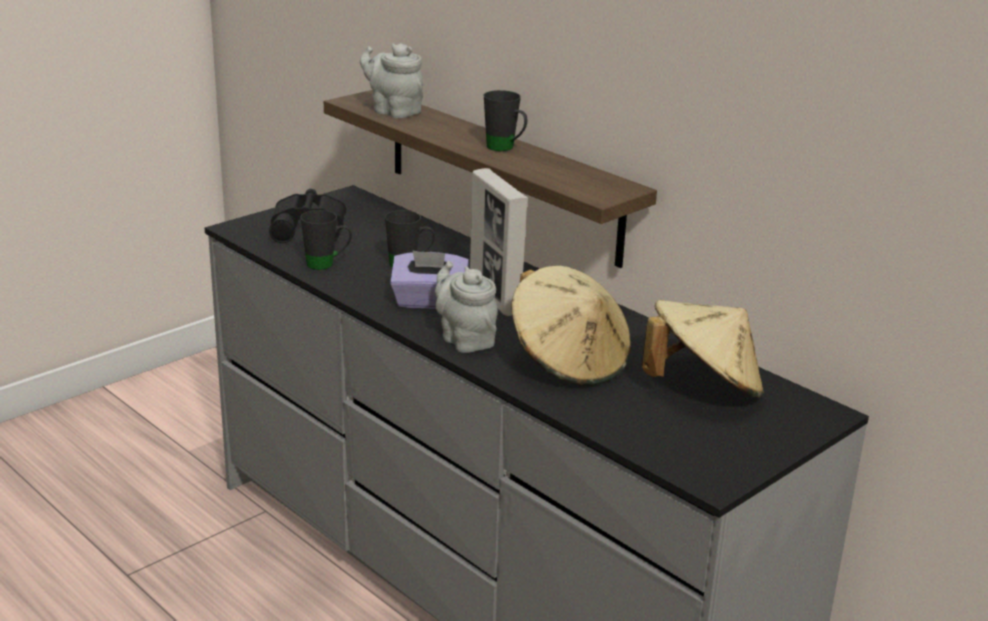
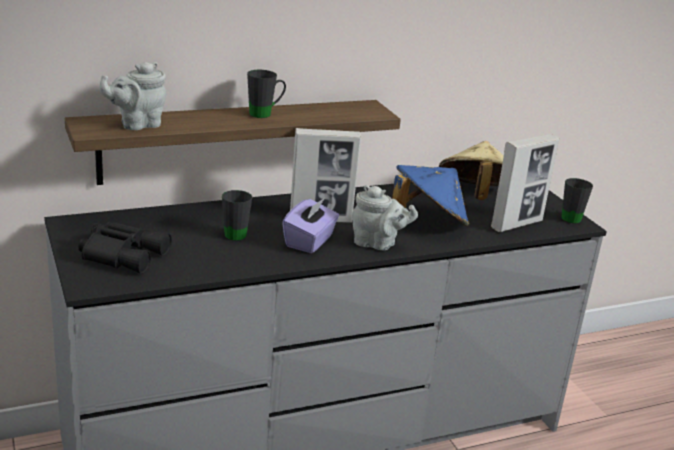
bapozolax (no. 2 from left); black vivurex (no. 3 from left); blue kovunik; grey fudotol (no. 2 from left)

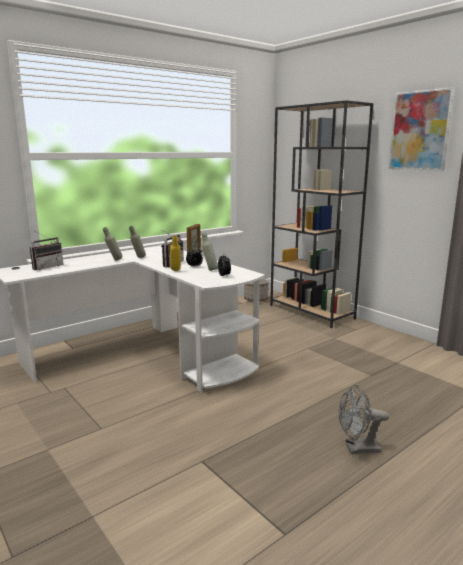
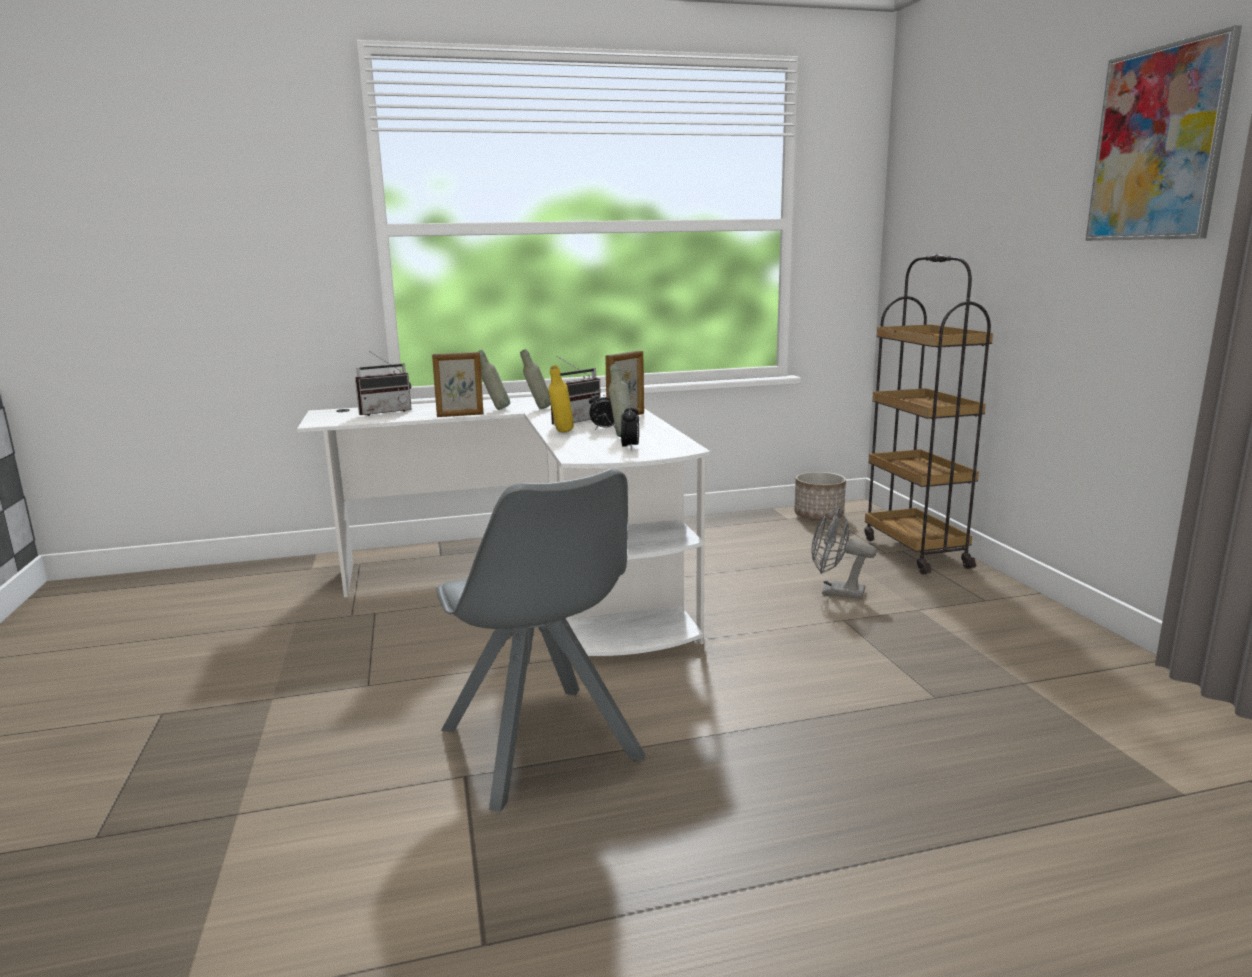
bapozolax (no. 1 from left); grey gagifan; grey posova; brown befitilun

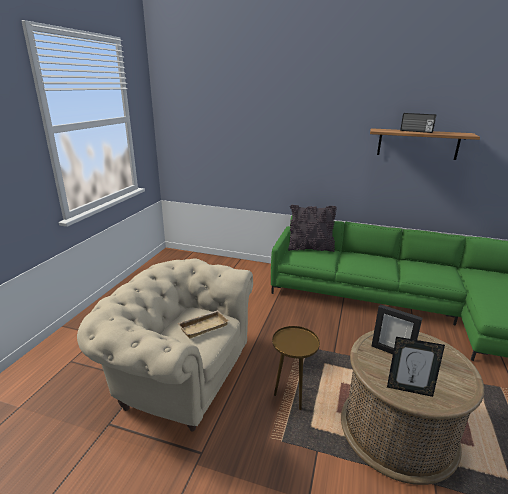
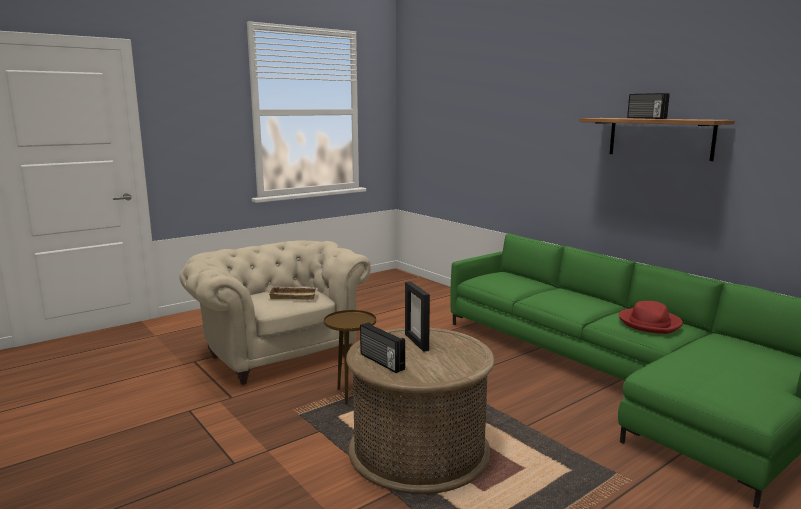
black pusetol; red kovunik; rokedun (no. 1 from left)

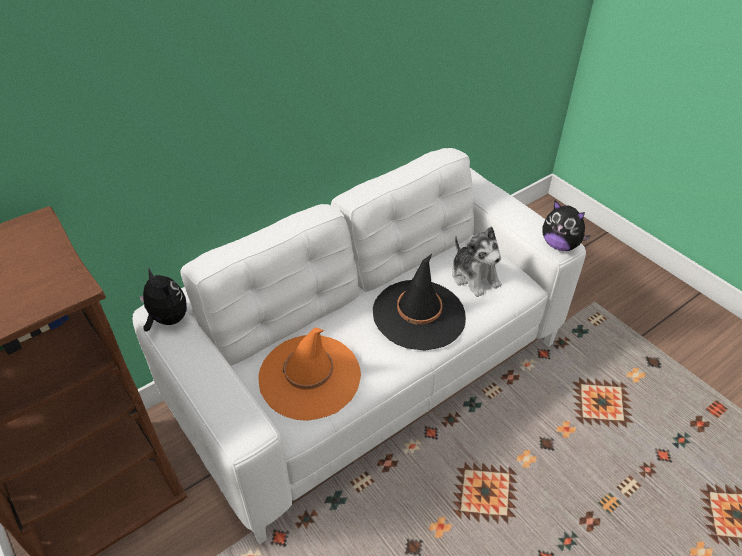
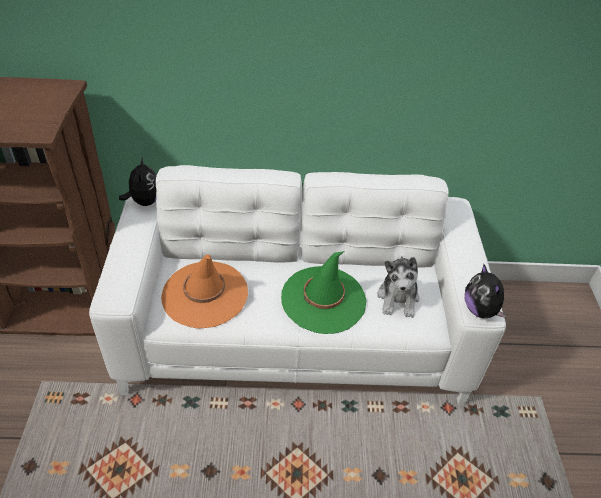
green kovunik

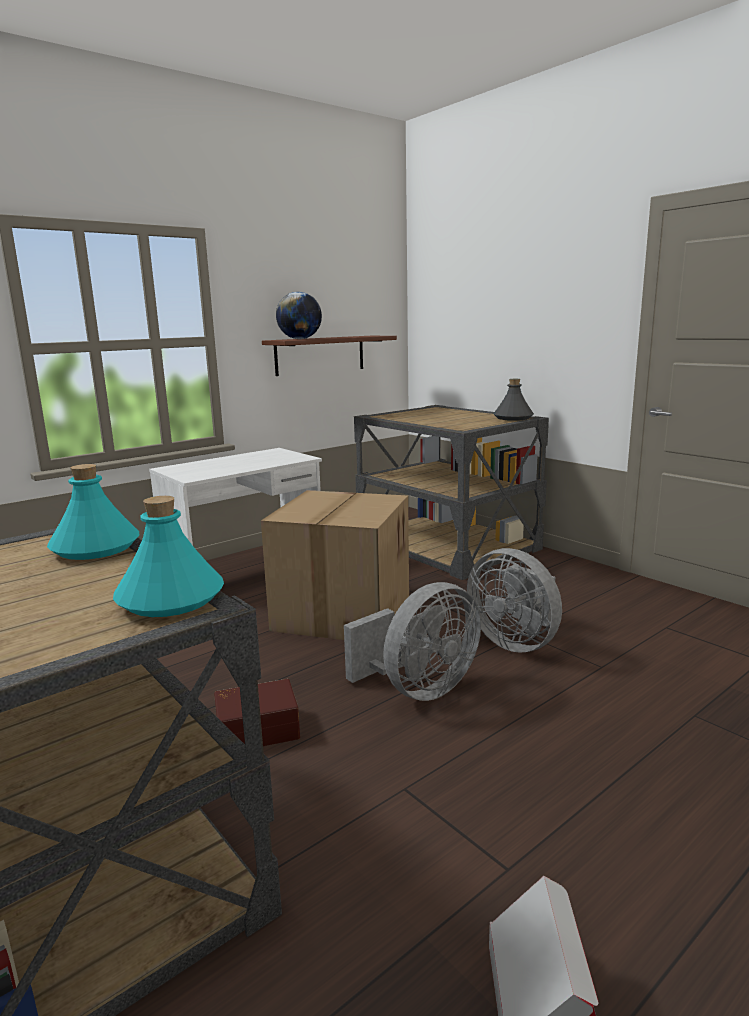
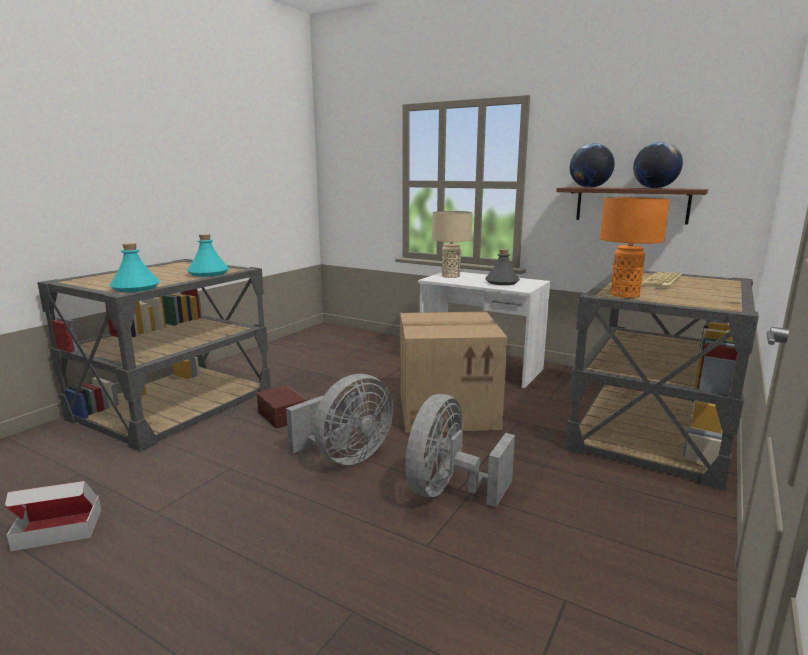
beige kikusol; orange kikusol; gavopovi (no. 2 from left); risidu; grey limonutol; grey posova (no. 1 from left)

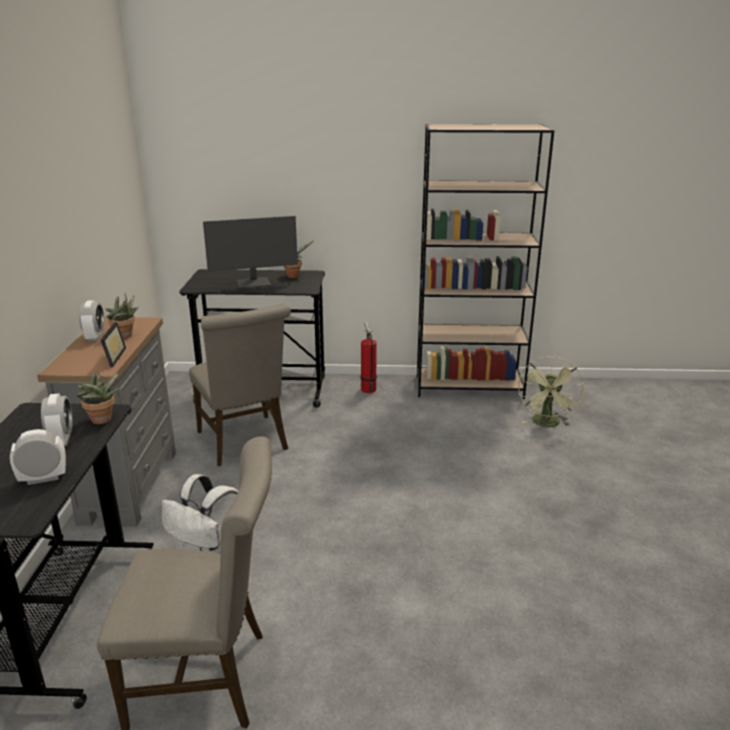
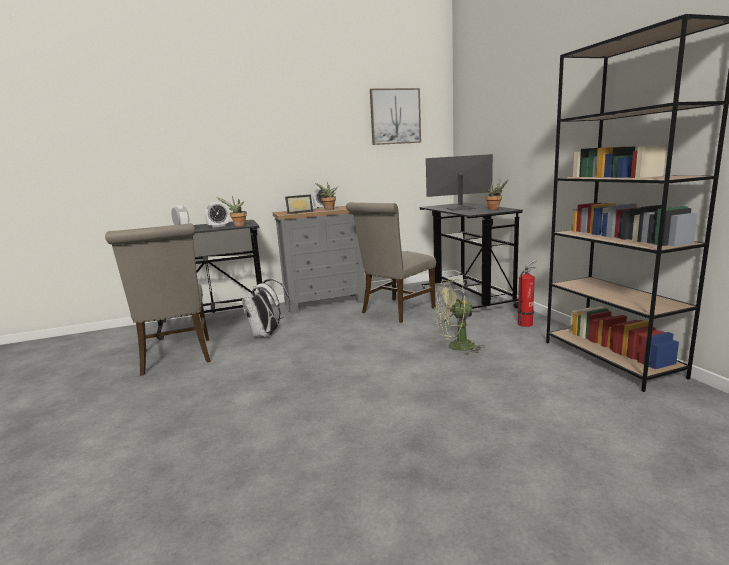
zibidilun; green posova; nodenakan

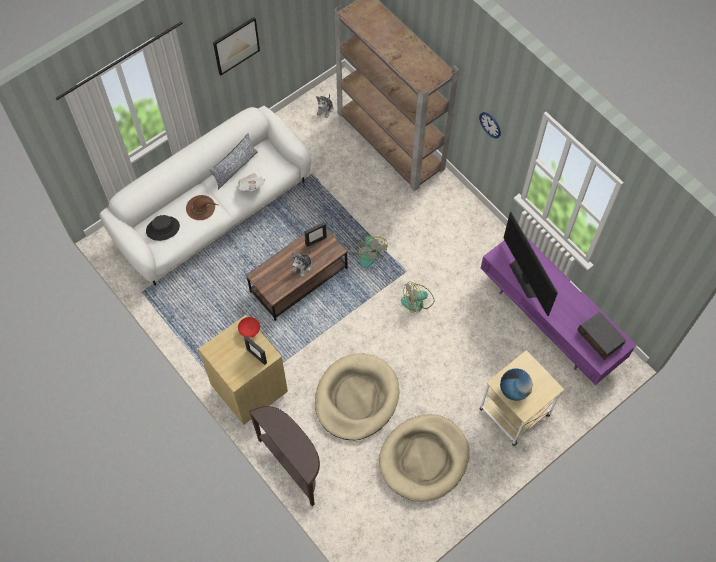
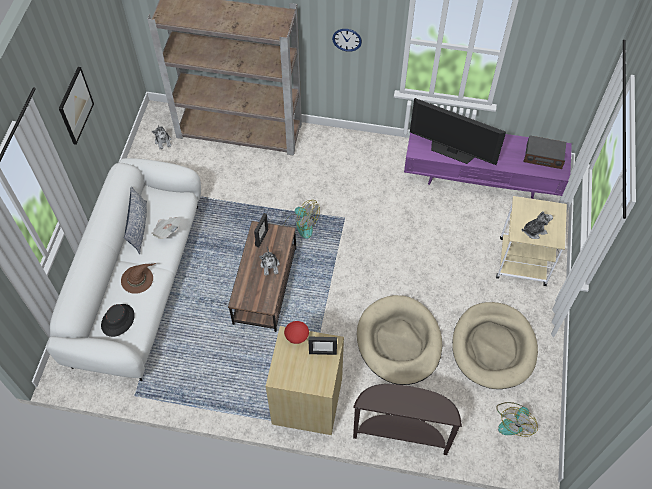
posova (no. 2 from left); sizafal (no. 3 from left)

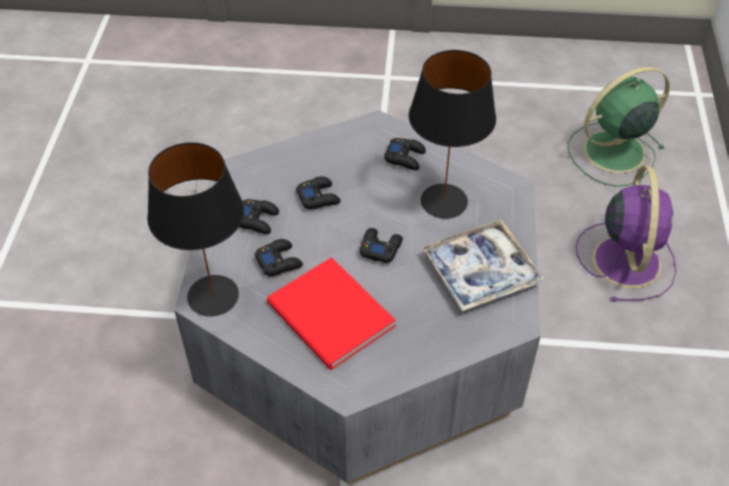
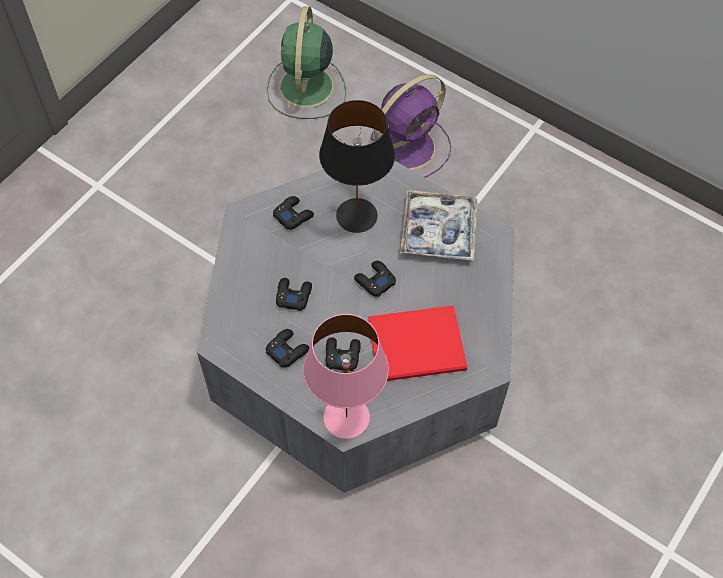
pink kikusol; purple posova

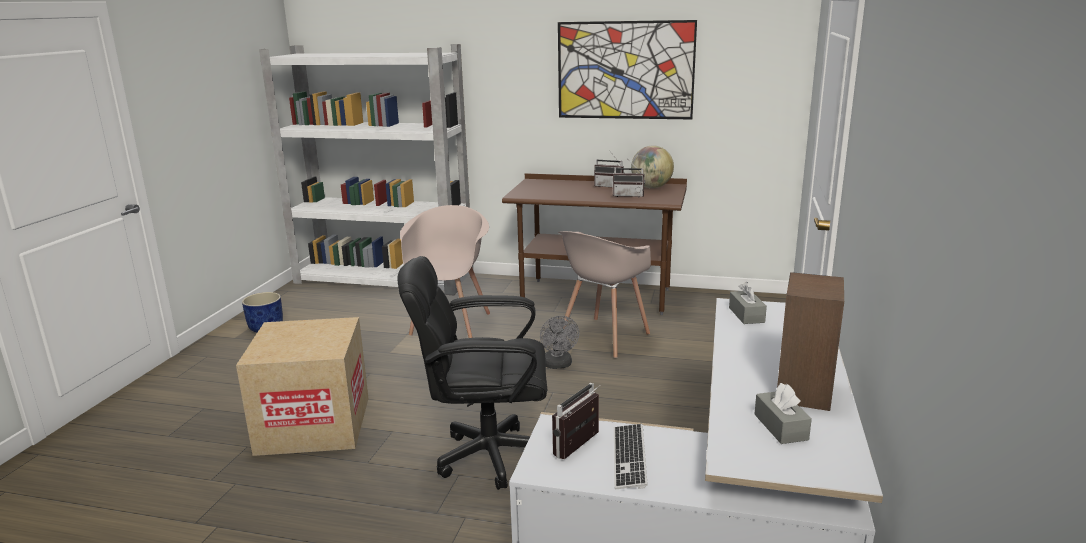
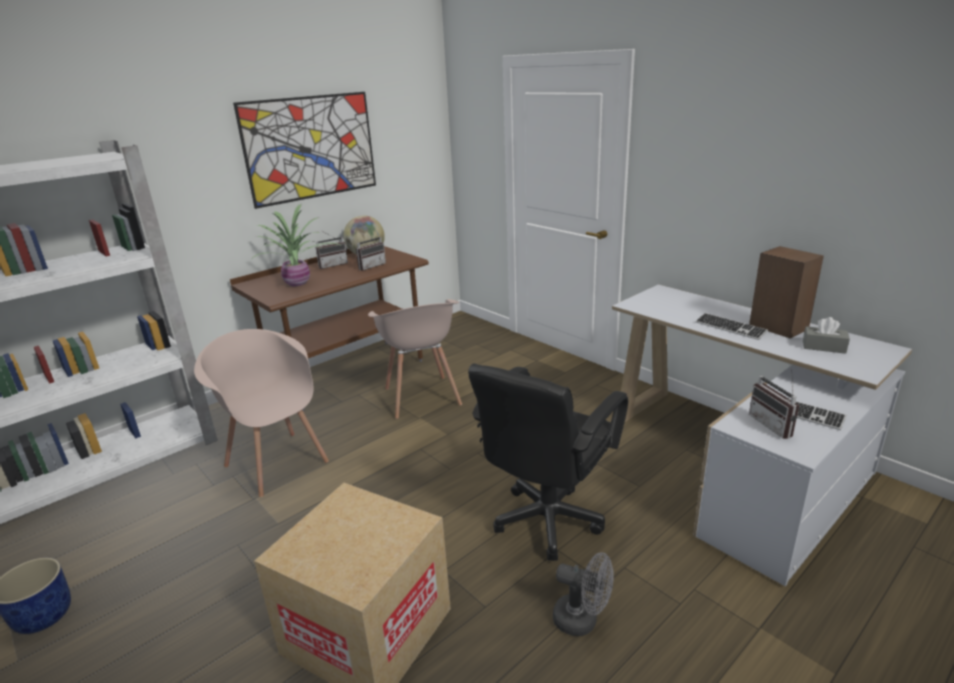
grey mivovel (no. 1 from left in the first image); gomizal; risidu (no. 1 from left); grey posova

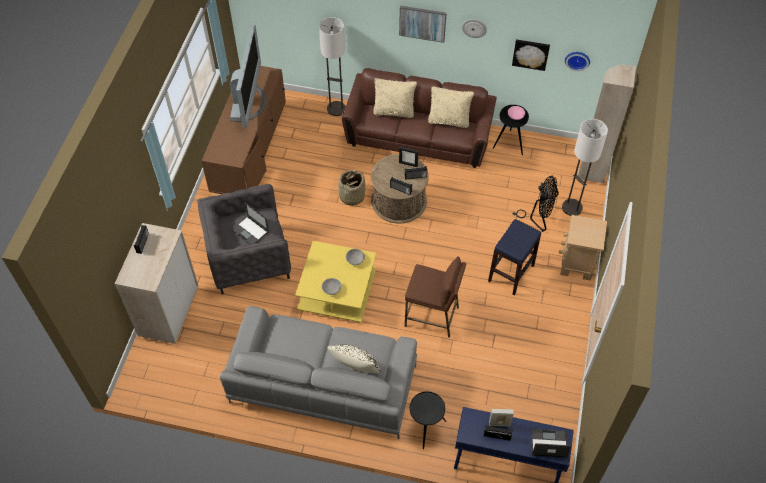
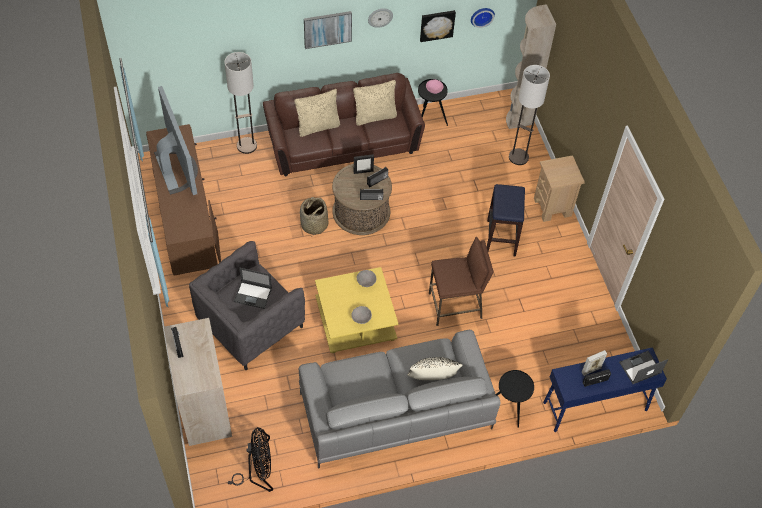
black posova

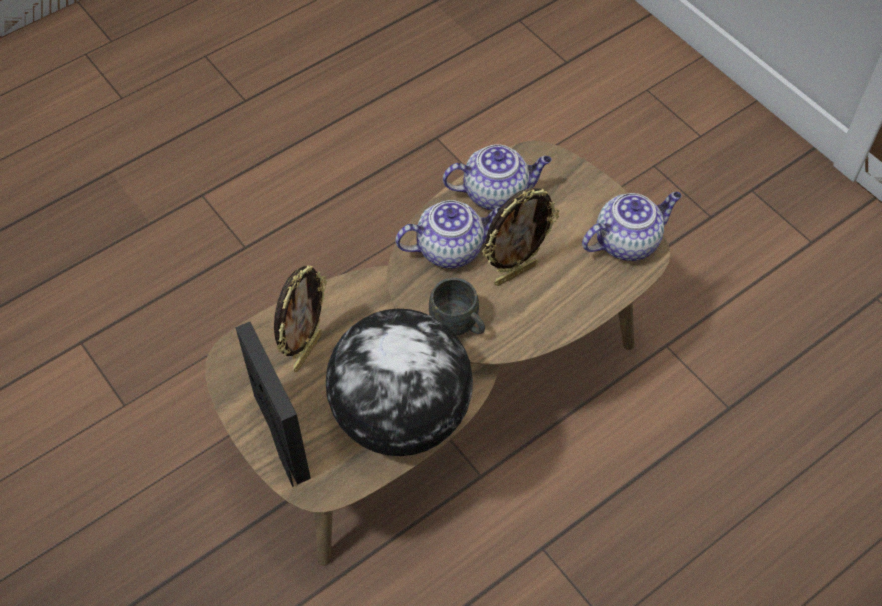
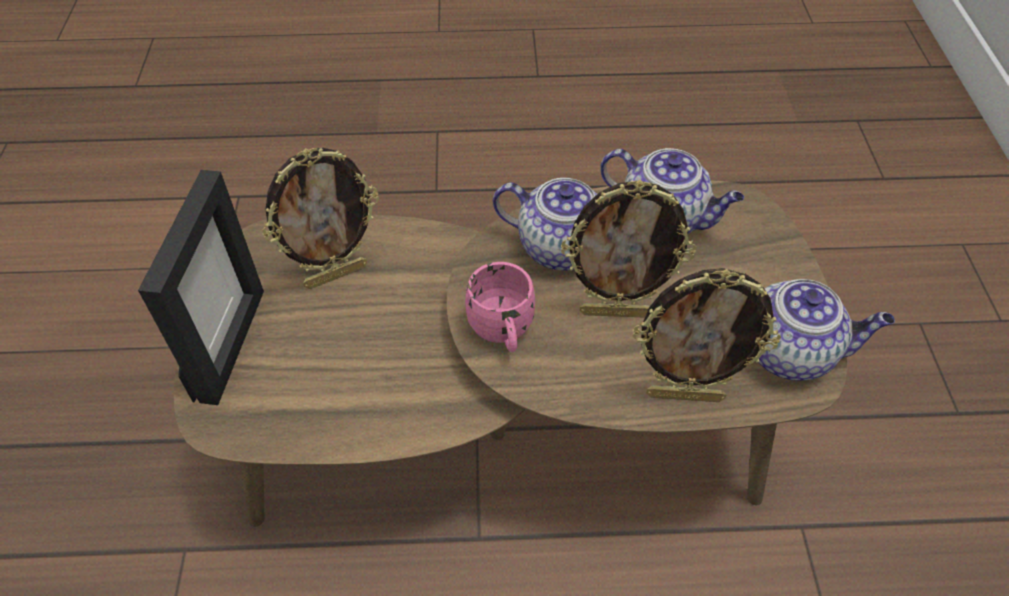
gavopovi; bapozolax (no. 4 from left); pink vivurex

